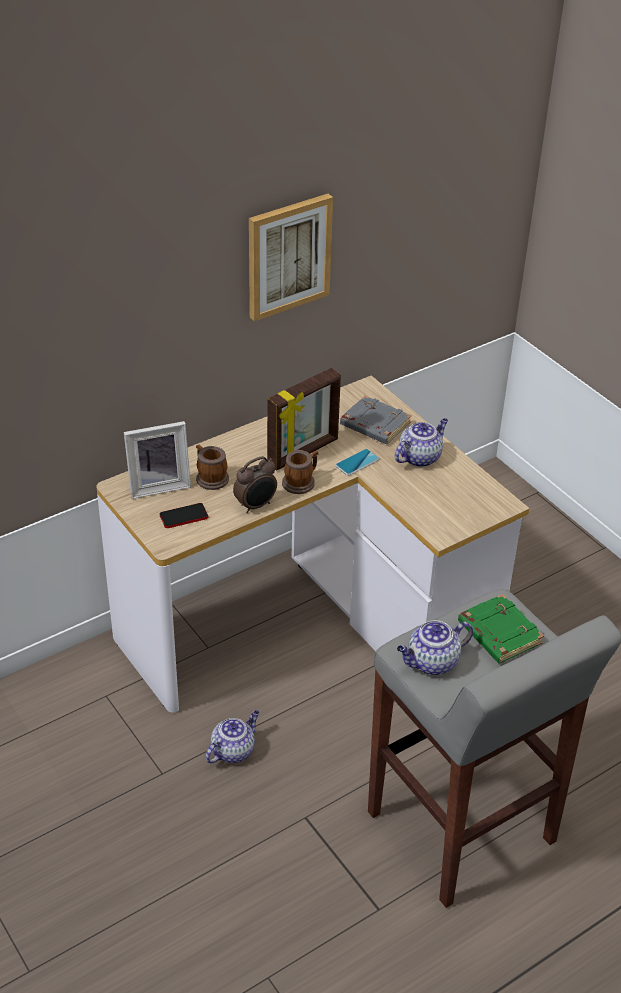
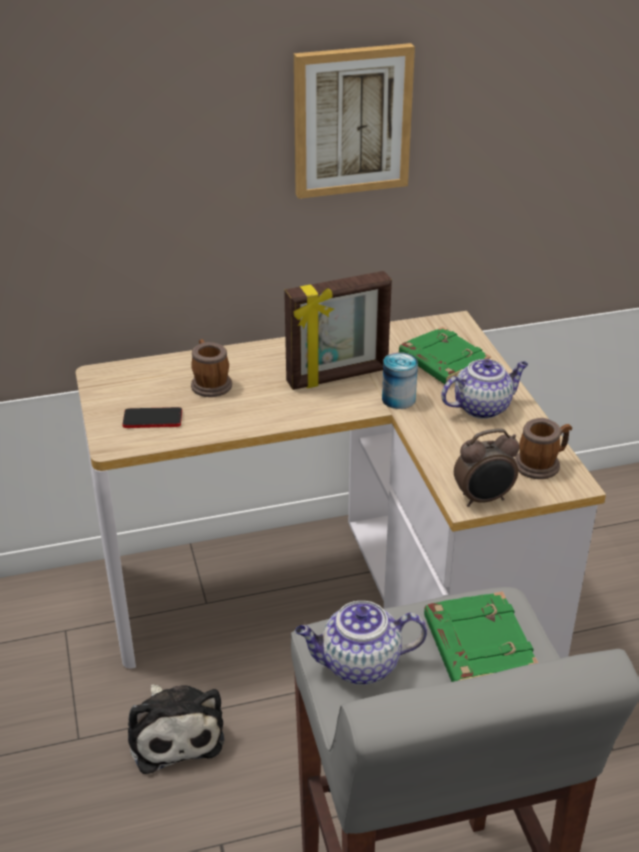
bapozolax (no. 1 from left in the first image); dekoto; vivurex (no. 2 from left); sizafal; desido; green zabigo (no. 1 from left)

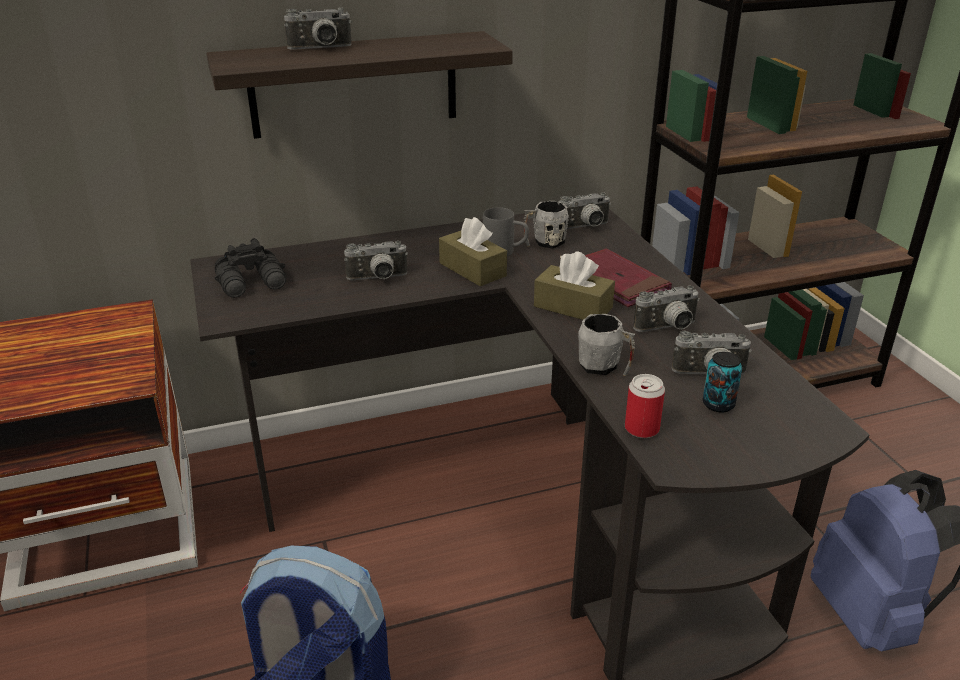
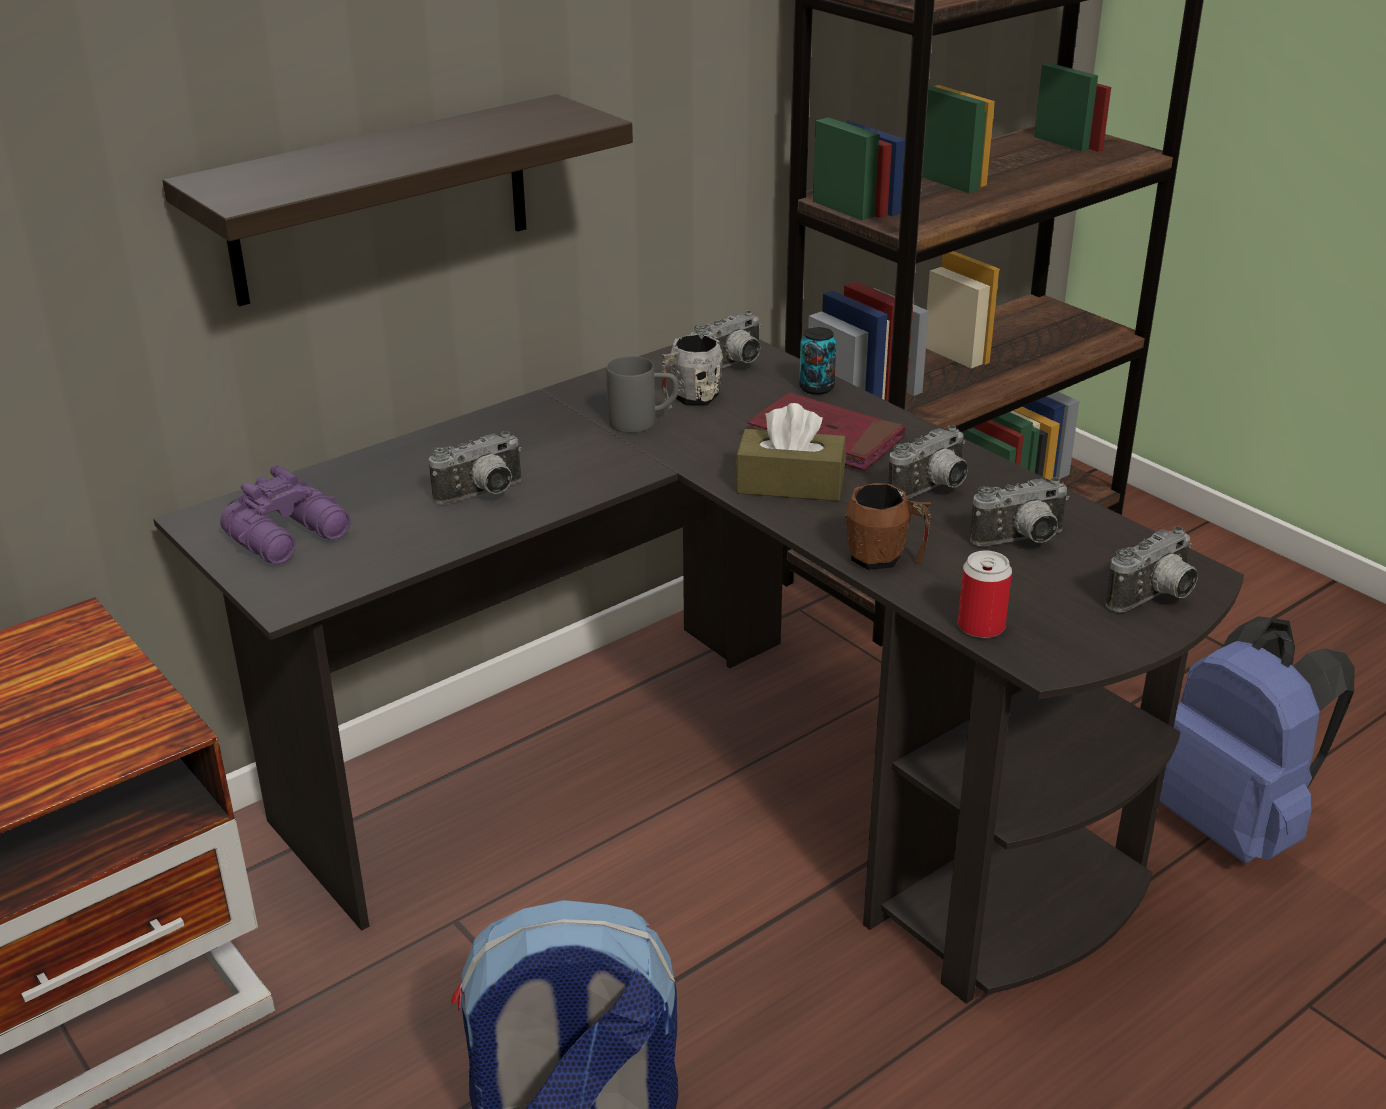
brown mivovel (no. 1 from left in the first image); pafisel (no. 5 from left); desido (no. 1 from left); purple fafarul; brown vivurex

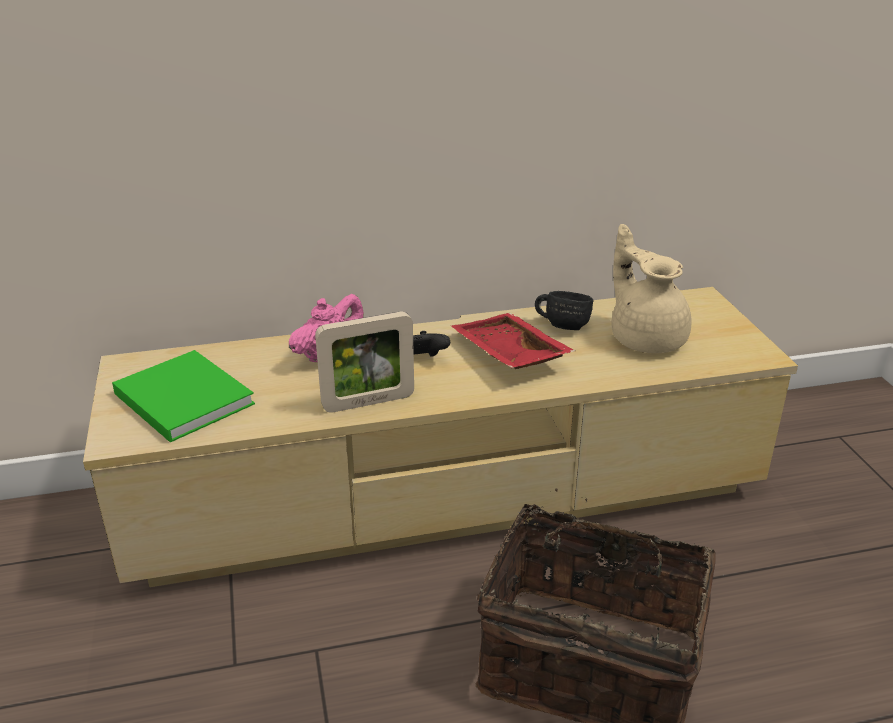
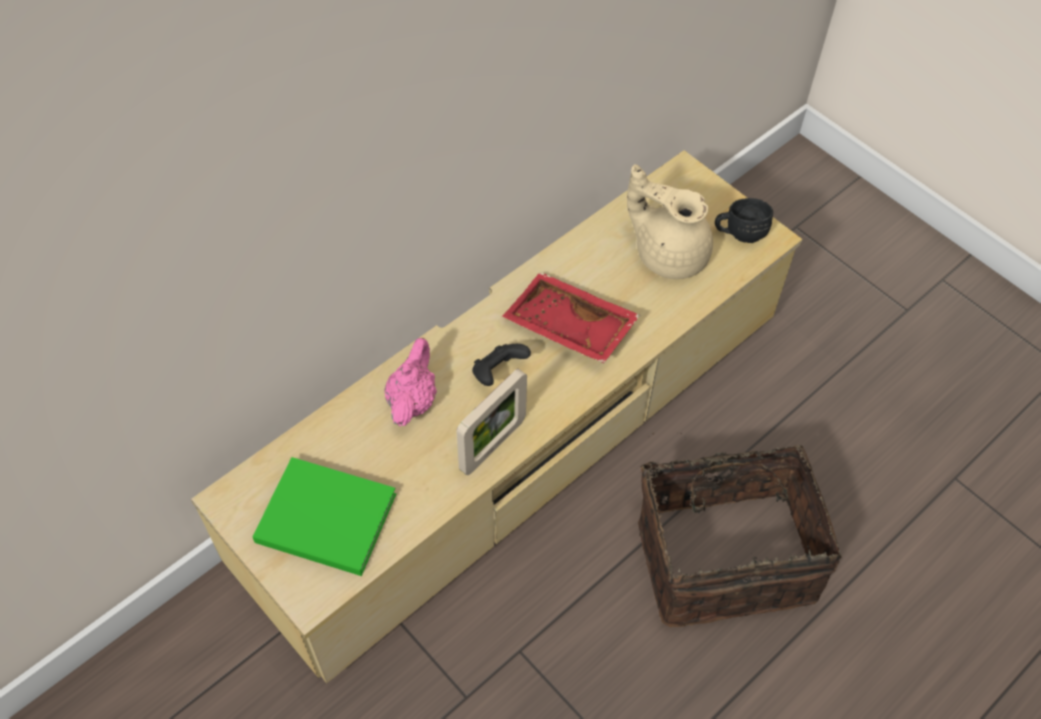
black vivurex

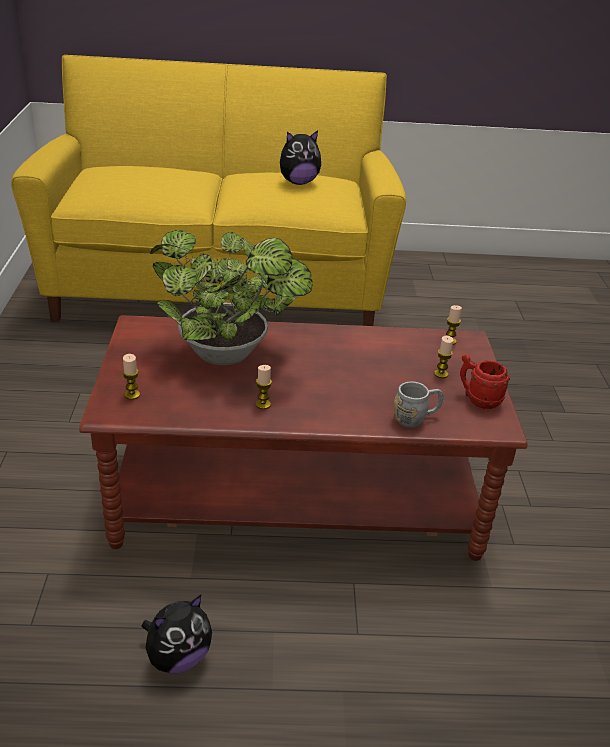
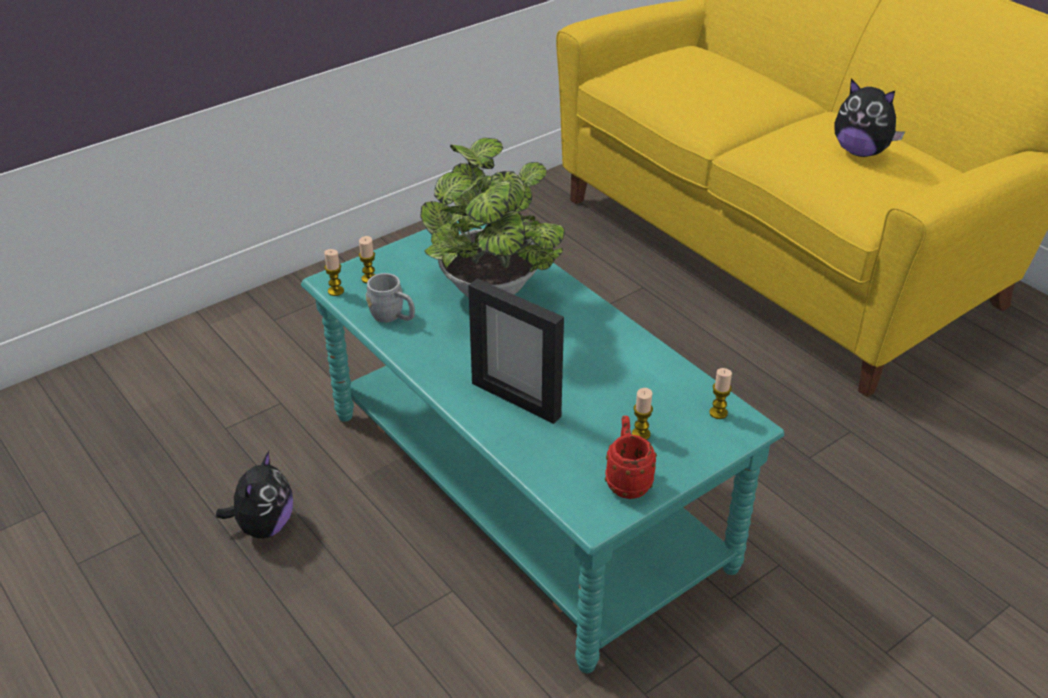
bapozolax; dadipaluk (no. 1 from left); grey vivurex; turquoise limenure; sizafal (no. 1 from left)

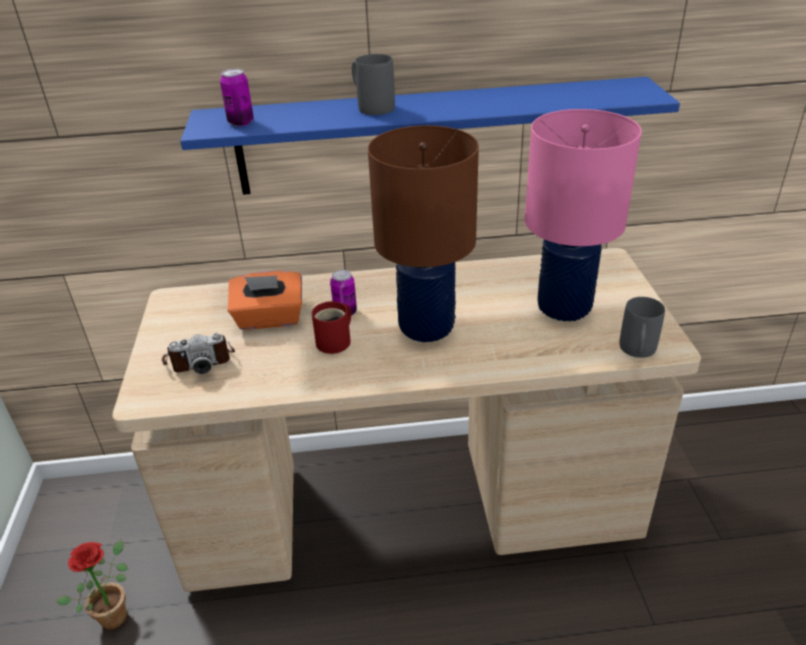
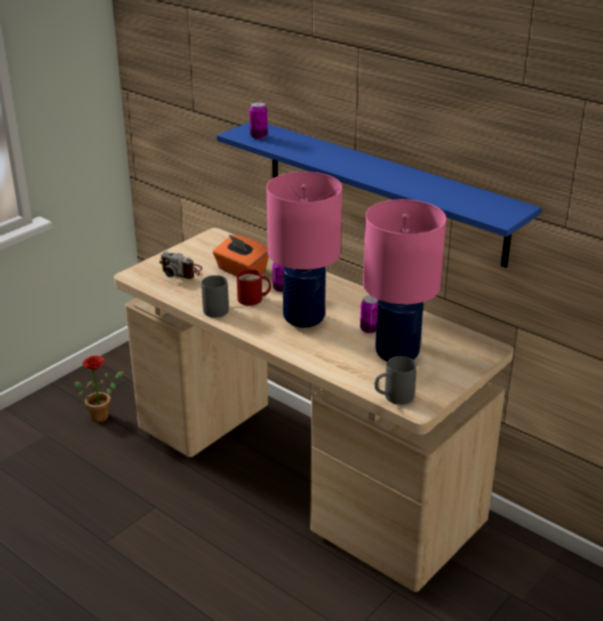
desido (no. 3 from left); grey vivurex (no. 1 from left); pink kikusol (no. 1 from left)

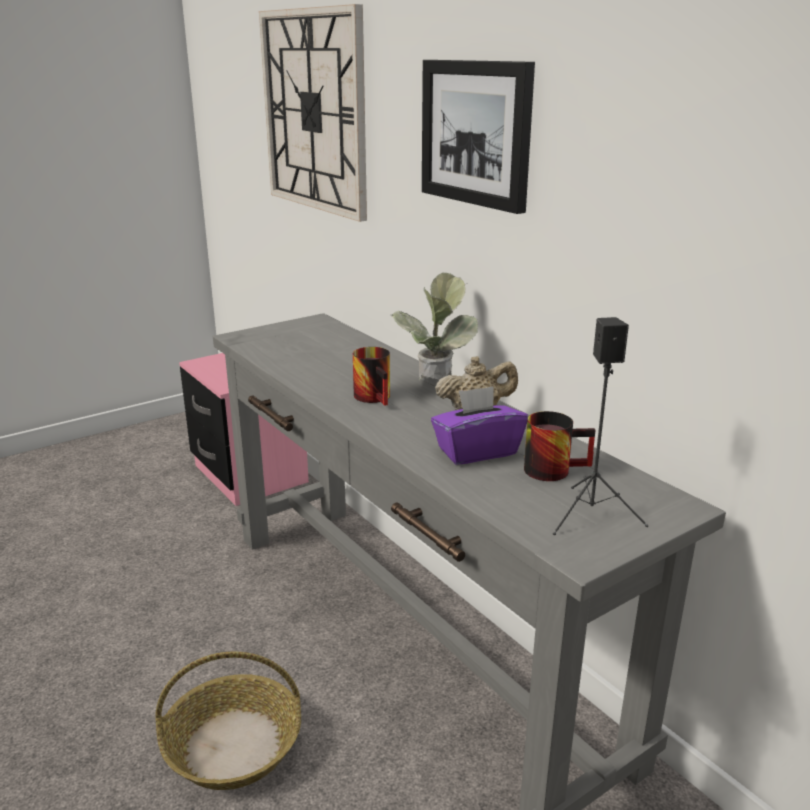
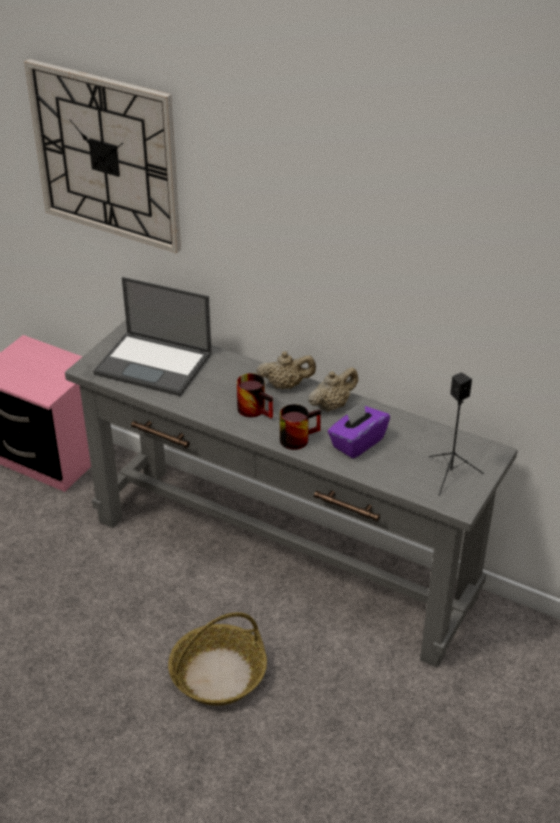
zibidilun; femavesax; vivurex (no. 2 from left); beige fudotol (no. 1 from left)

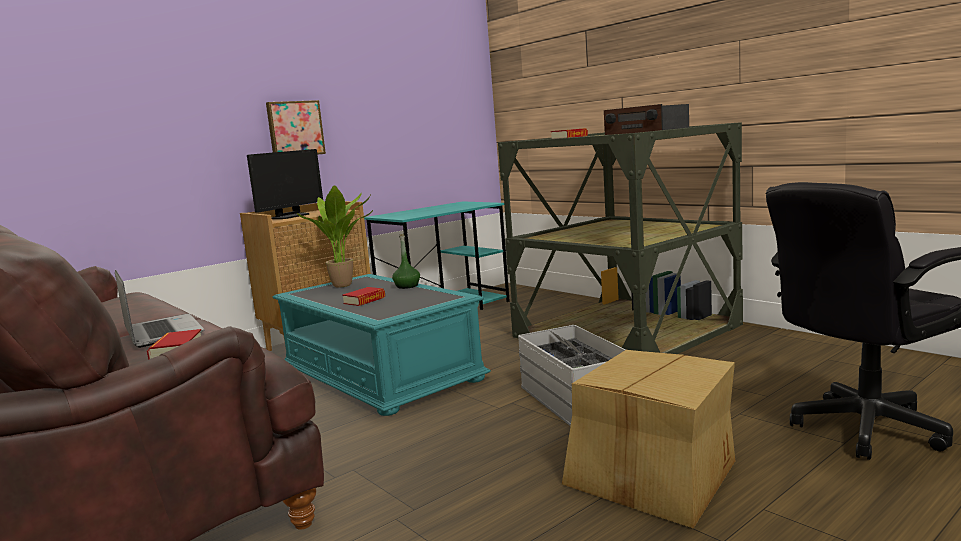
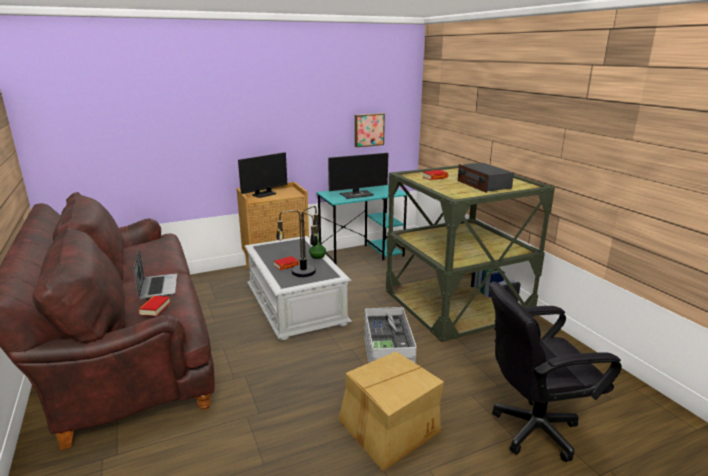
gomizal; kikusol; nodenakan (no. 2 from left); zibidilun; white limenure

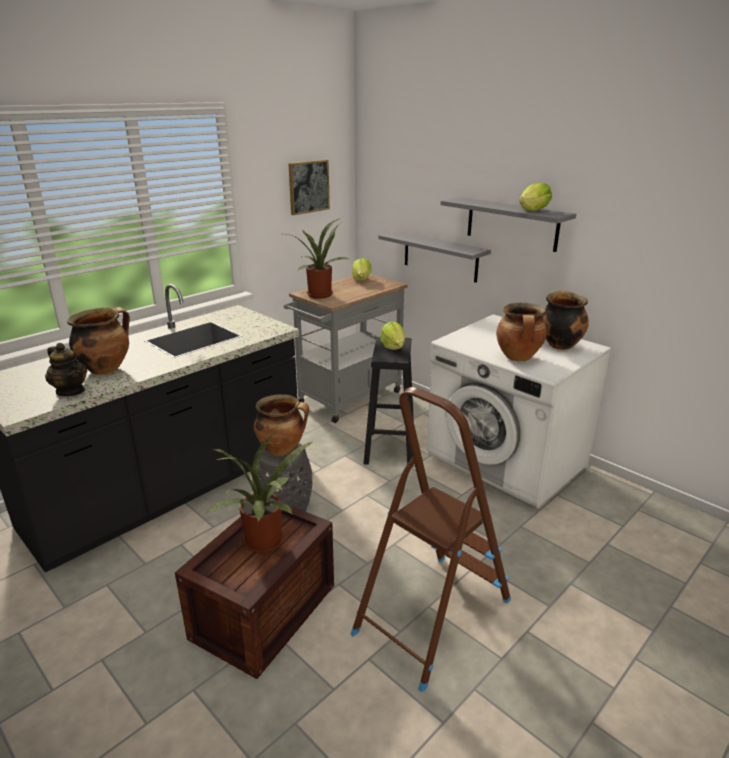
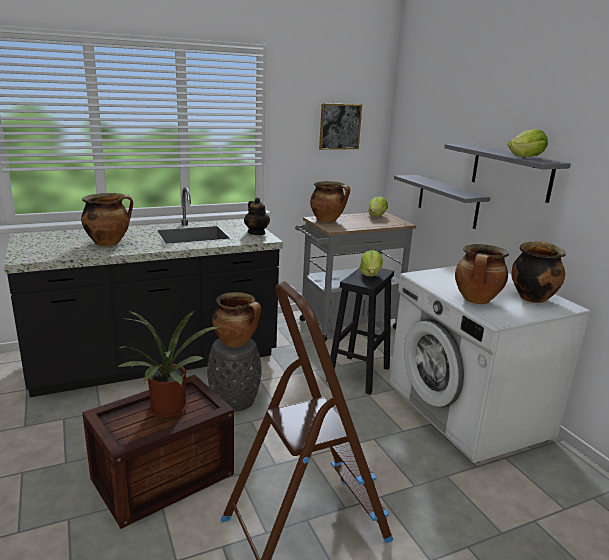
fudotol; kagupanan (no. 3 from left)

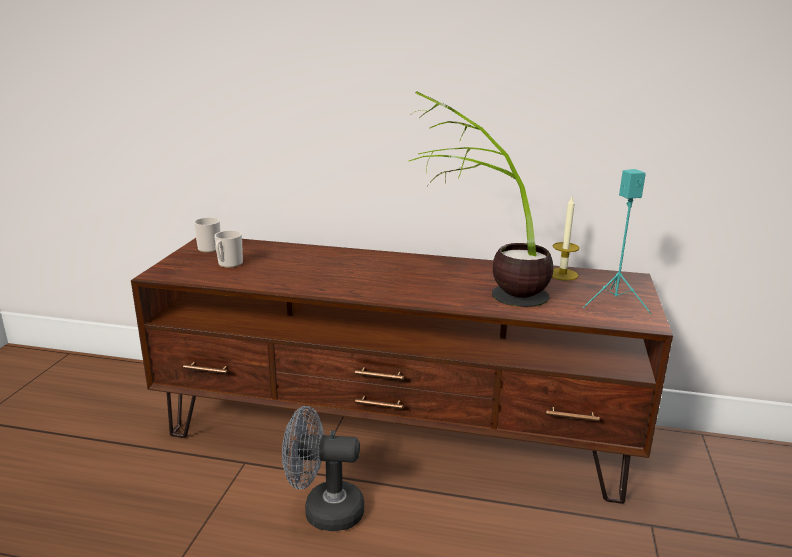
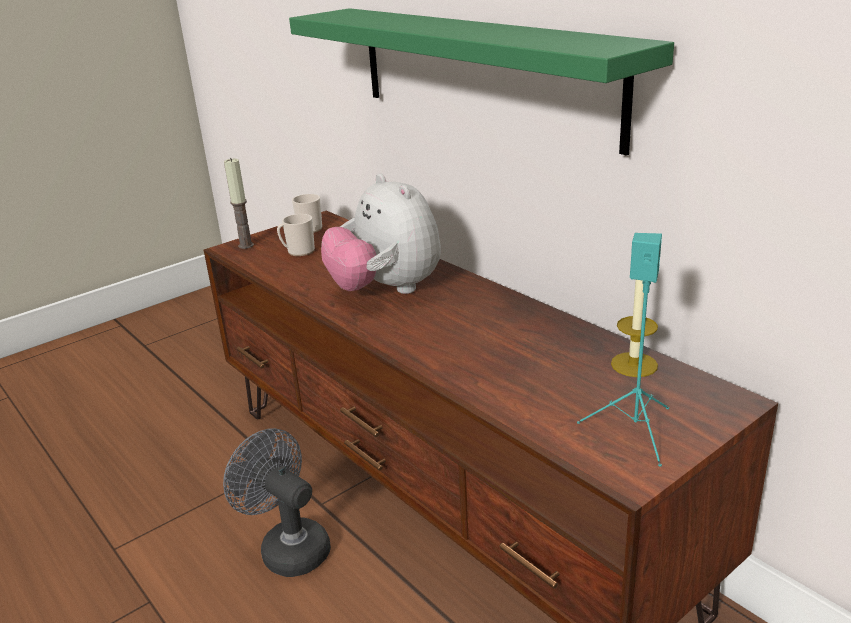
gomizal; dadipaluk (no. 1 from left); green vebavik; sizafal

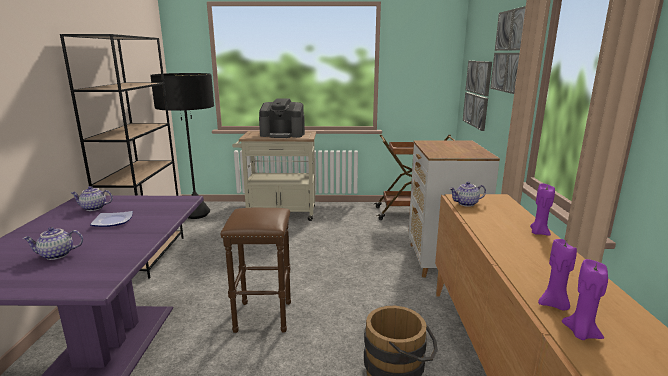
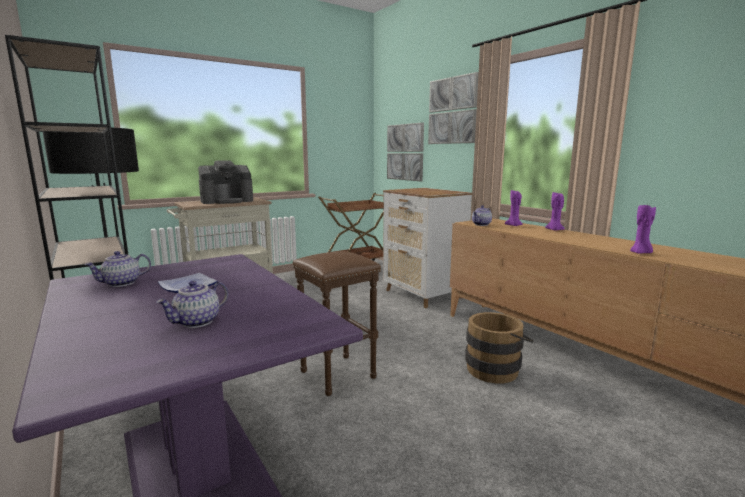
purple dadipaluk (no. 1 from left)

